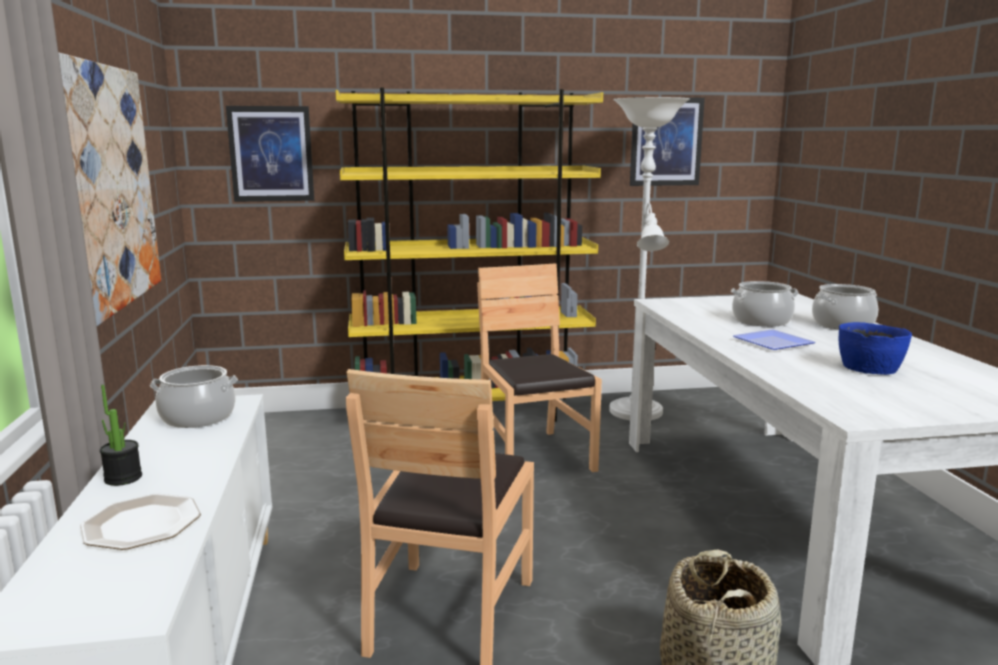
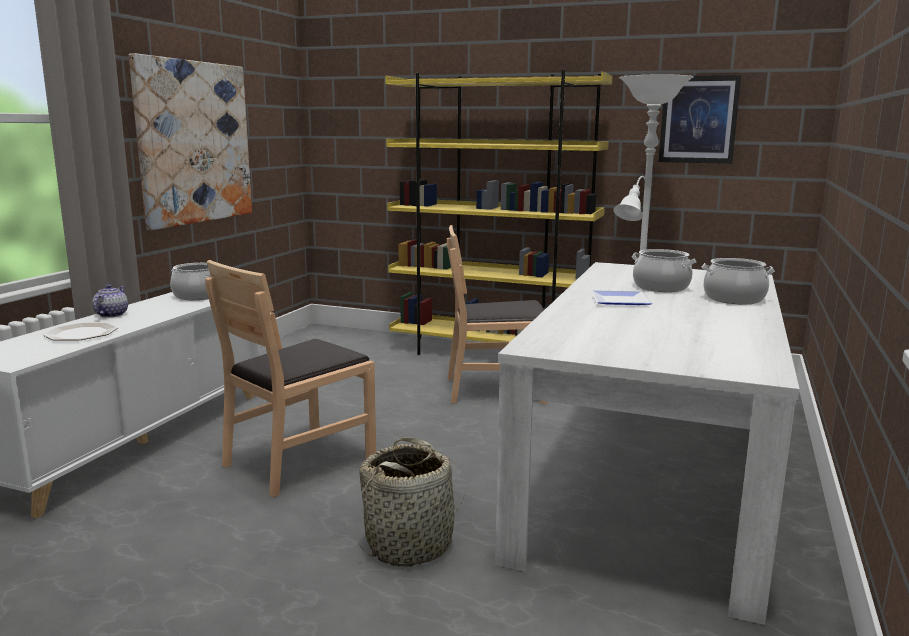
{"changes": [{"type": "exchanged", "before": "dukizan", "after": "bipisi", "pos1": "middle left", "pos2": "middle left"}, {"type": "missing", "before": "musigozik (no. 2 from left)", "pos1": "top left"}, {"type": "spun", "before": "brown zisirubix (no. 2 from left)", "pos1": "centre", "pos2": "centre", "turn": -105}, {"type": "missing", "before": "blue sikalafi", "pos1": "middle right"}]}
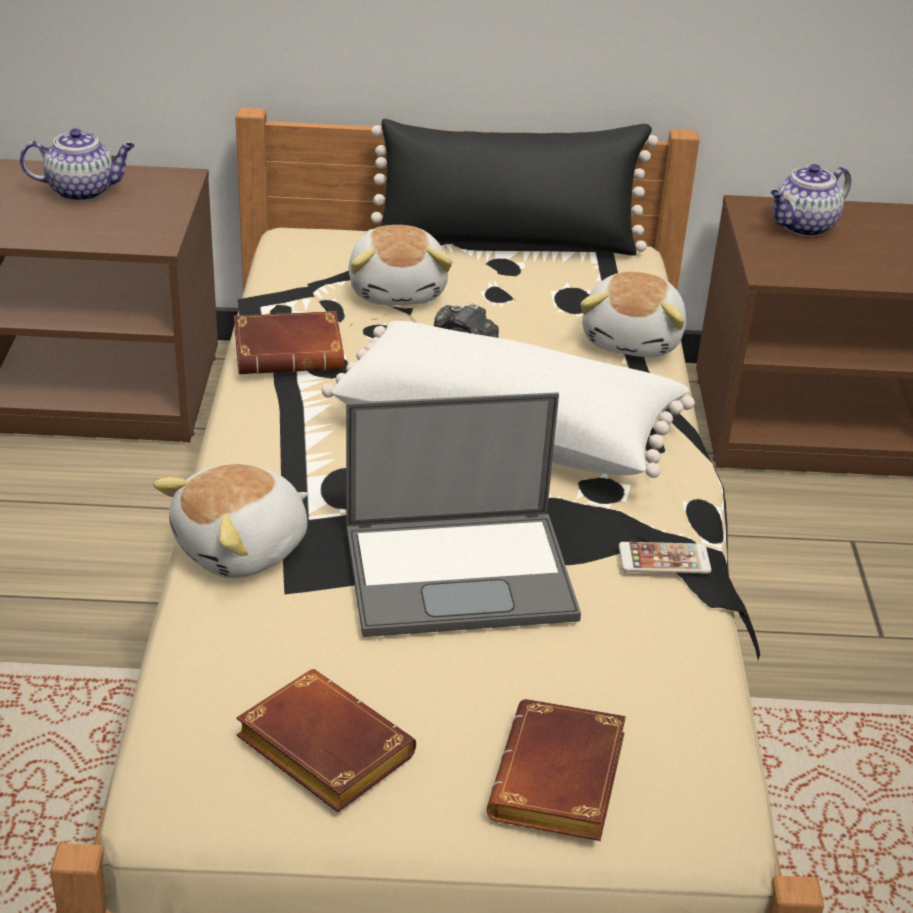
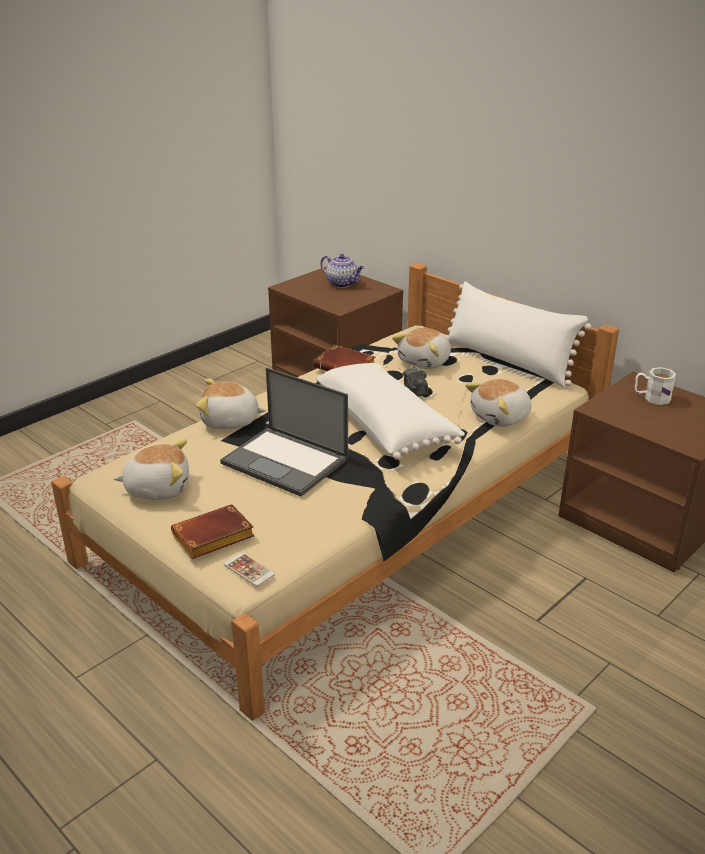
{"changes": [{"type": "exchanged", "before": "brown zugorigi (no. 2 from left)", "after": "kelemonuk (no. 1 from left)", "pos1": "bottom centre", "pos2": "middle left"}, {"type": "colour", "before": "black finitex", "after": "white finitex (no. 2 from left)", "pos1": "top centre", "pos2": "middle right"}, {"type": "relocated", "before": "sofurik", "pos1": "middle right", "pos2": "centre"}, {"type": "exchanged", "before": "bipisi (no. 2 from left)", "after": "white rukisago", "pos1": "top right", "pos2": "middle right"}]}
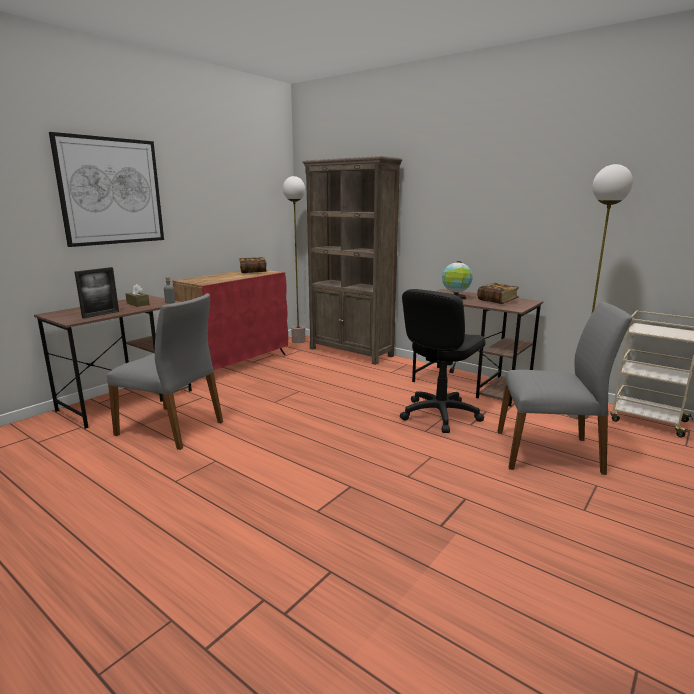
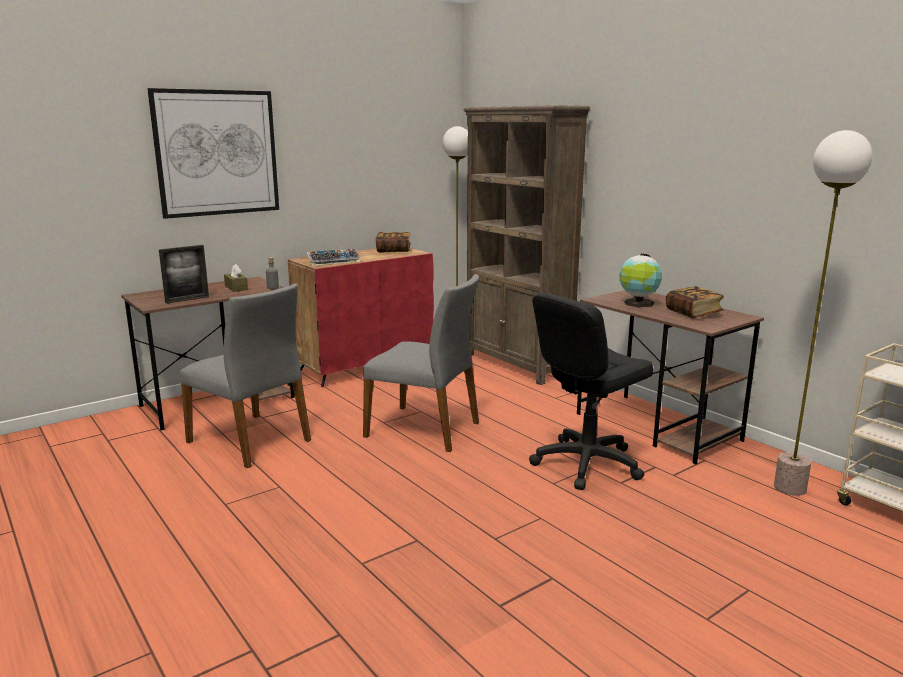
{"changes": [{"type": "relocated", "before": "grey zisirubix (no. 2 from left)", "pos1": "middle right", "pos2": "centre"}, {"type": "appeared", "after": "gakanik", "pos2": "centre"}]}
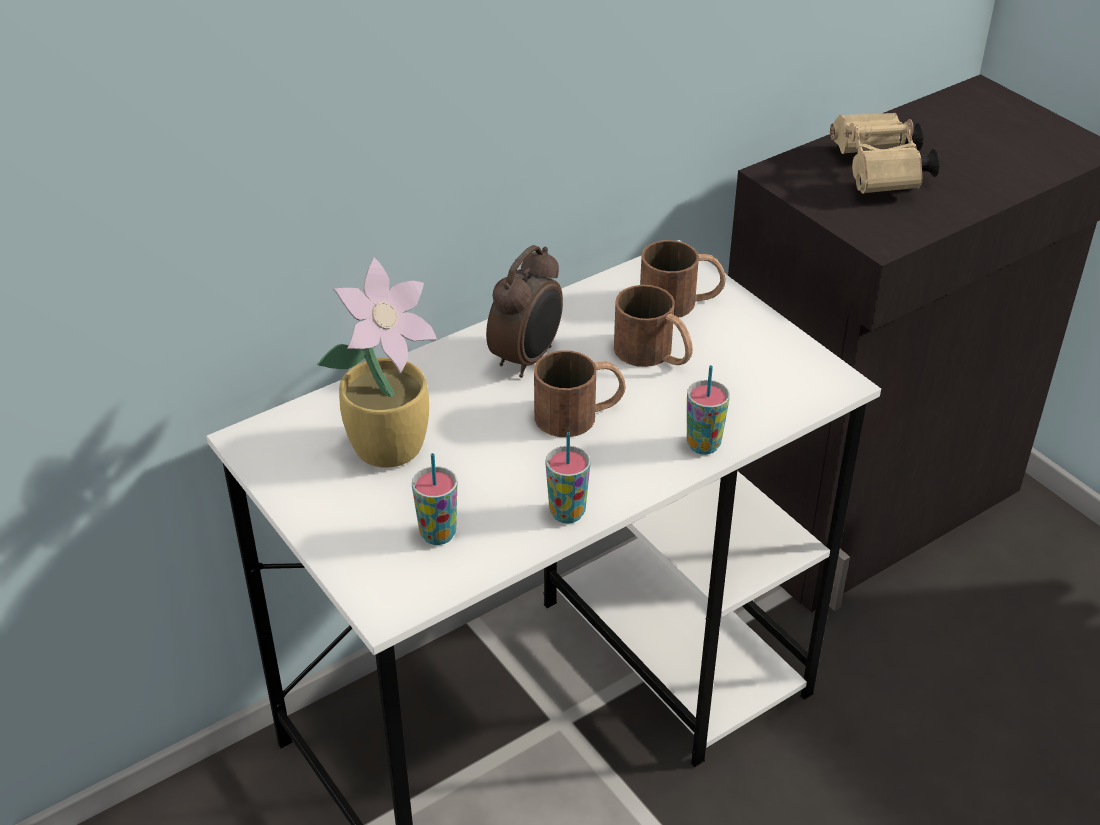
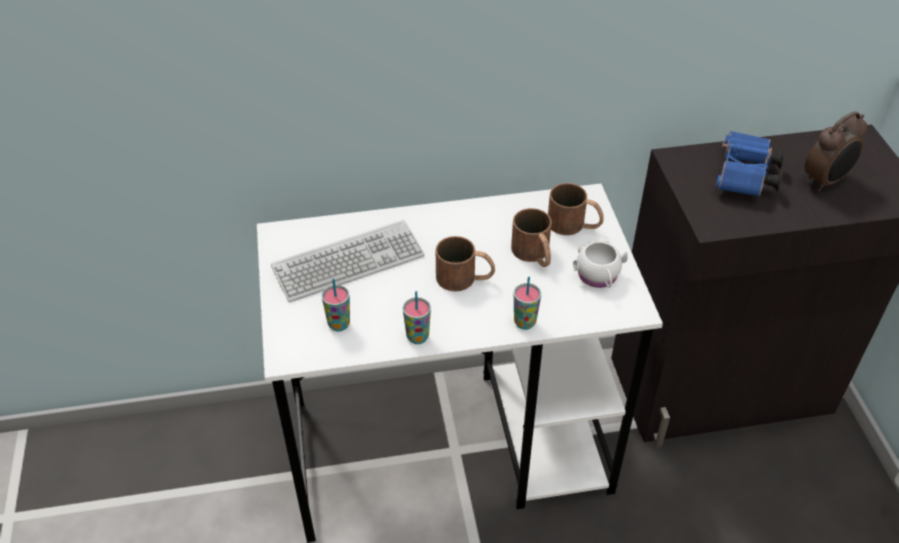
{"changes": [{"type": "exchanged", "before": "dukizan", "after": "gakanik", "pos1": "centre", "pos2": "centre"}, {"type": "relocated", "before": "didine", "pos1": "centre", "pos2": "top right"}, {"type": "colour", "before": "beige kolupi", "after": "blue kolupi", "pos1": "top right", "pos2": "top right"}, {"type": "appeared", "after": "white rukisago", "pos2": "middle right"}]}
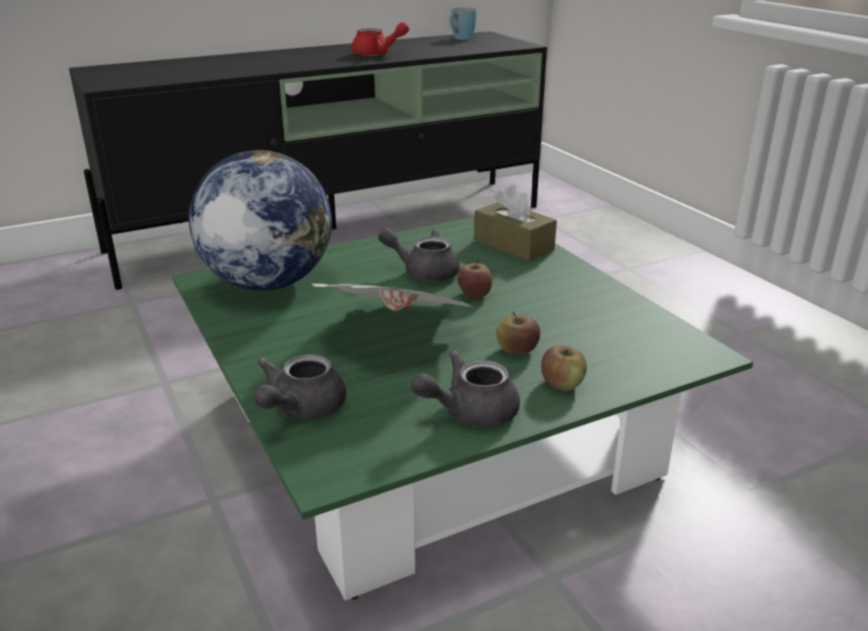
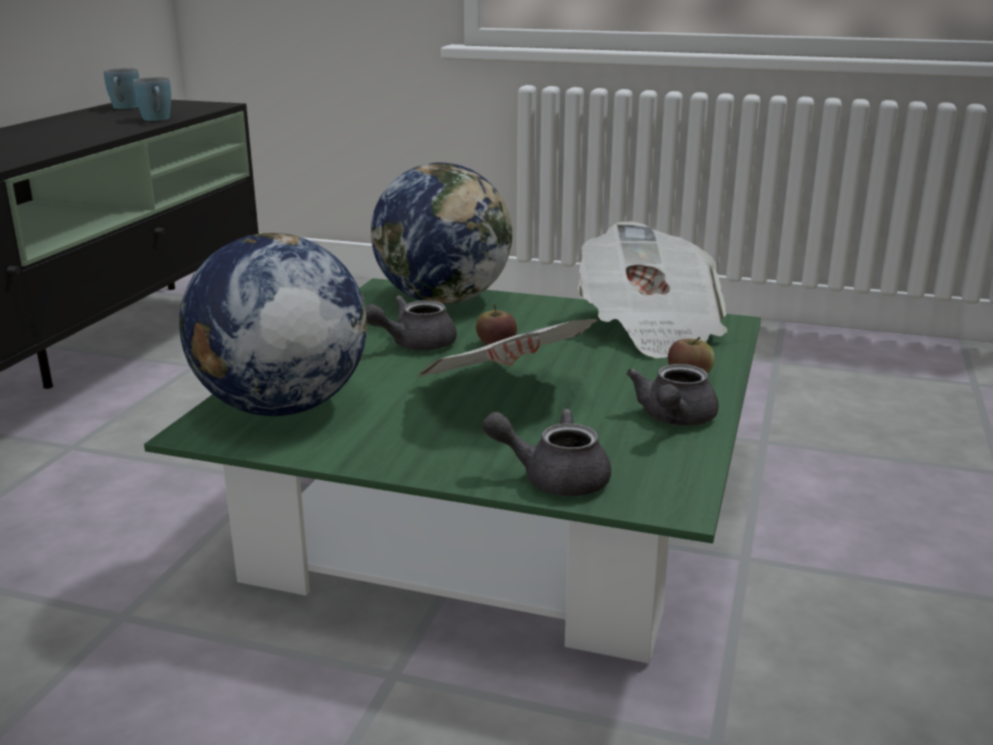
{"changes": [{"type": "spun", "before": "grey bipisi (no. 1 from left in the first image)", "pos1": "centre", "pos2": "centre", "turn": 120}, {"type": "missing", "before": "red bipisi", "pos1": "top centre"}, {"type": "exchanged", "before": "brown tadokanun", "after": "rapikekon (no. 2 from left)", "pos1": "centre", "pos2": "top centre"}, {"type": "missing", "before": "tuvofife (no. 2 from left)", "pos1": "centre"}, {"type": "appeared", "after": "blue rukisago (no. 2 from left)", "pos2": "top left"}, {"type": "appeared", "after": "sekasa (no. 2 from left)", "pos2": "centre"}]}
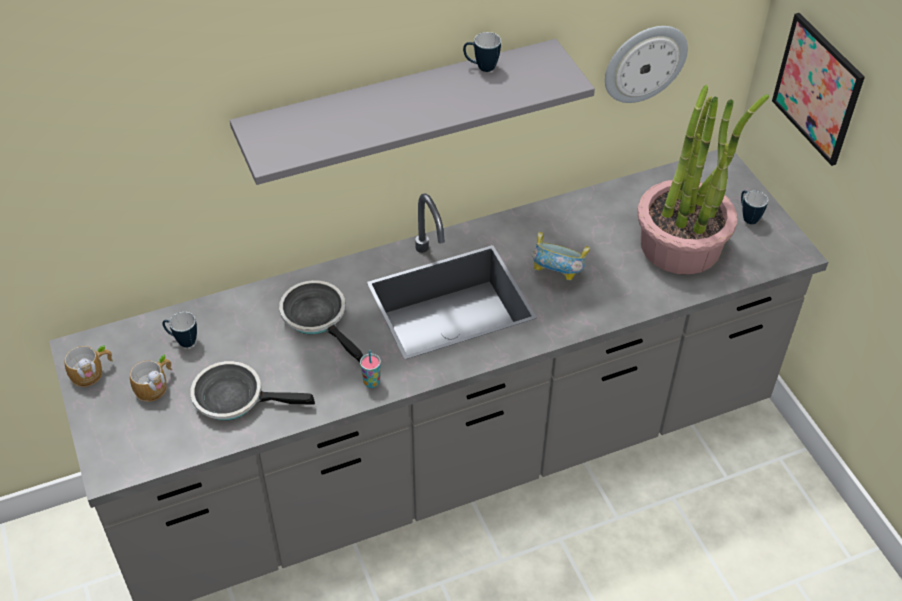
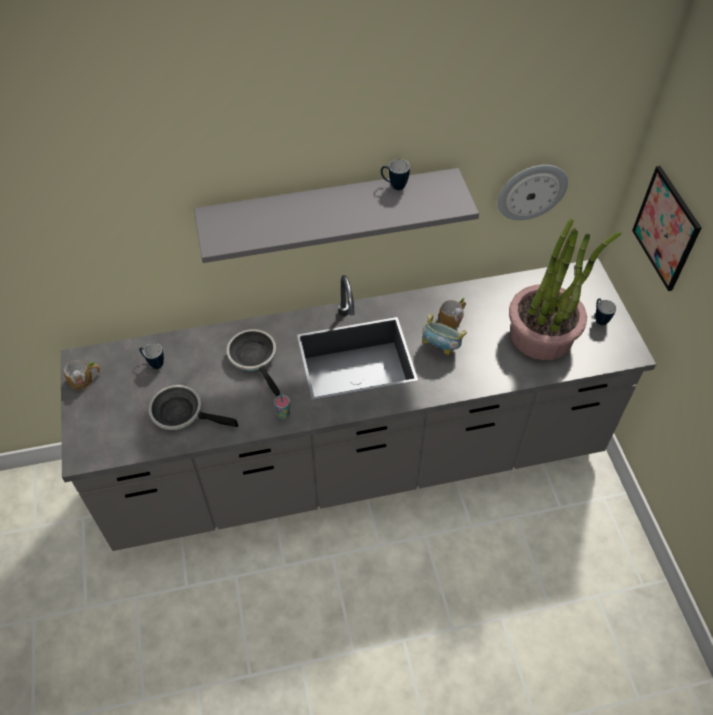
{"changes": [{"type": "relocated", "before": "rukisago (no. 2 from left in the first image)", "after": "rukisago (no. 4 from left)", "pos1": "middle left", "pos2": "centre"}]}
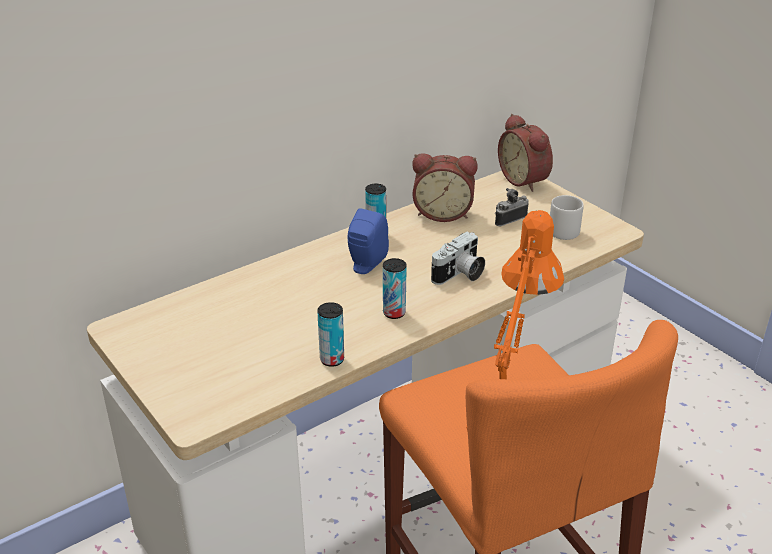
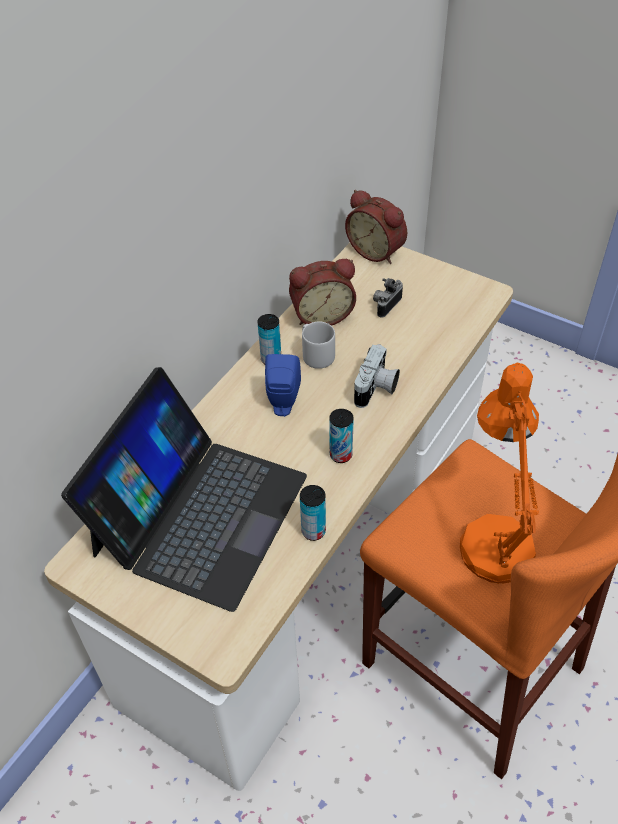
{"changes": [{"type": "relocated", "before": "grey rukisago", "pos1": "middle right", "pos2": "centre"}, {"type": "appeared", "after": "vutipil", "pos2": "middle left"}]}
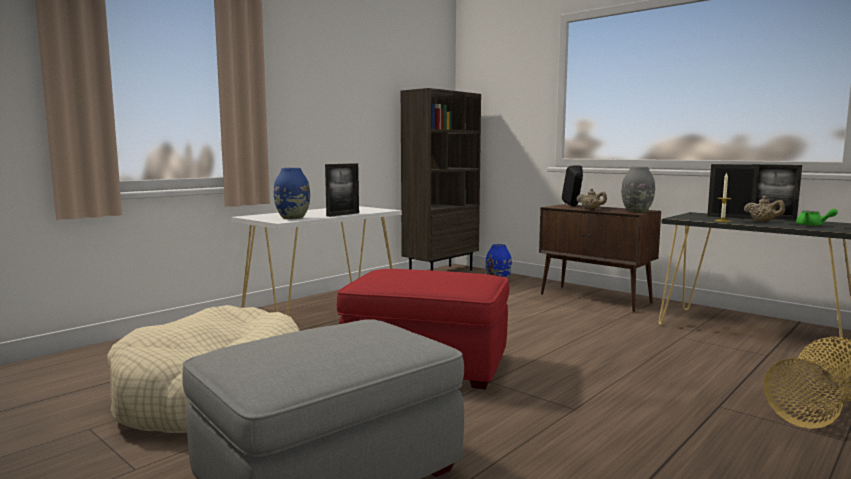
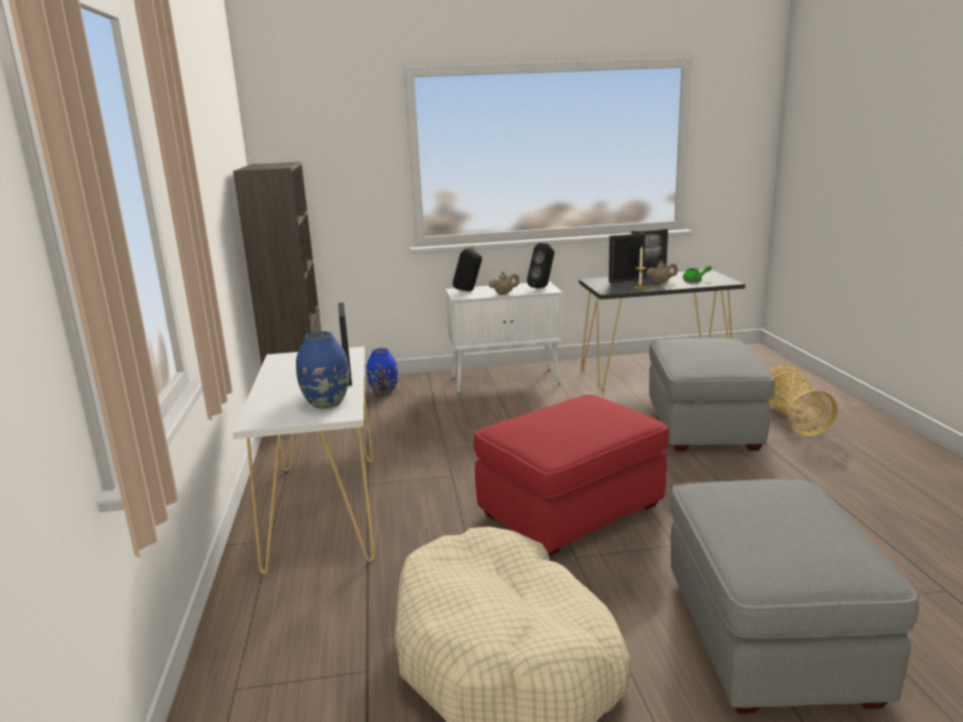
{"changes": [{"type": "colour", "before": "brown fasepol", "after": "white fasepol", "pos1": "middle right", "pos2": "centre"}, {"type": "exchanged", "before": "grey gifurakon", "after": "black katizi (no. 2 from left)", "pos1": "middle right", "pos2": "centre"}, {"type": "appeared", "after": "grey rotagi (no. 1 from left)", "pos2": "middle right"}]}
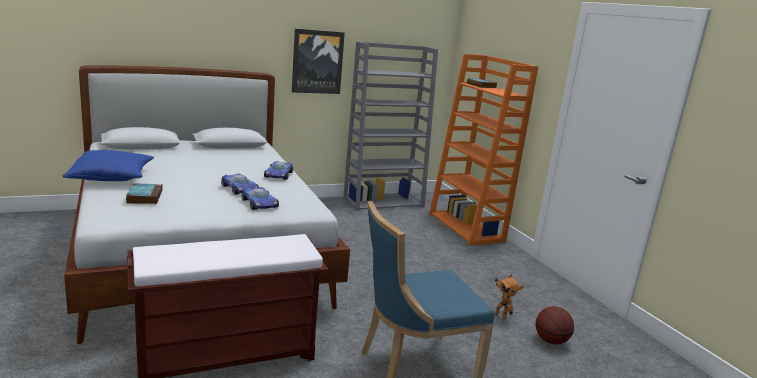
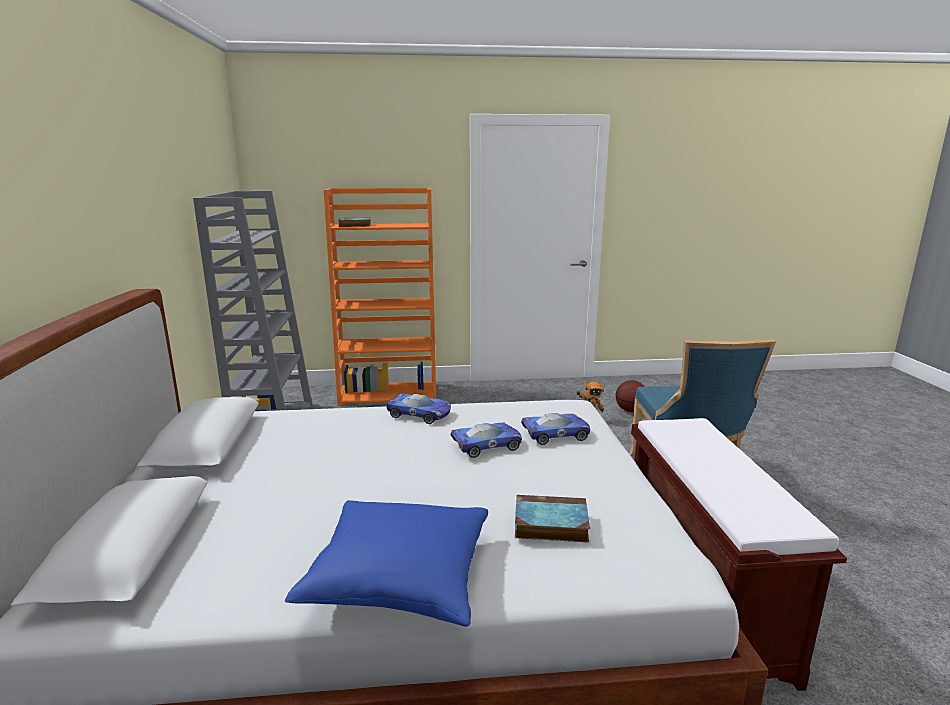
{"changes": [{"type": "missing", "before": "musigozik", "pos1": "top centre"}]}
